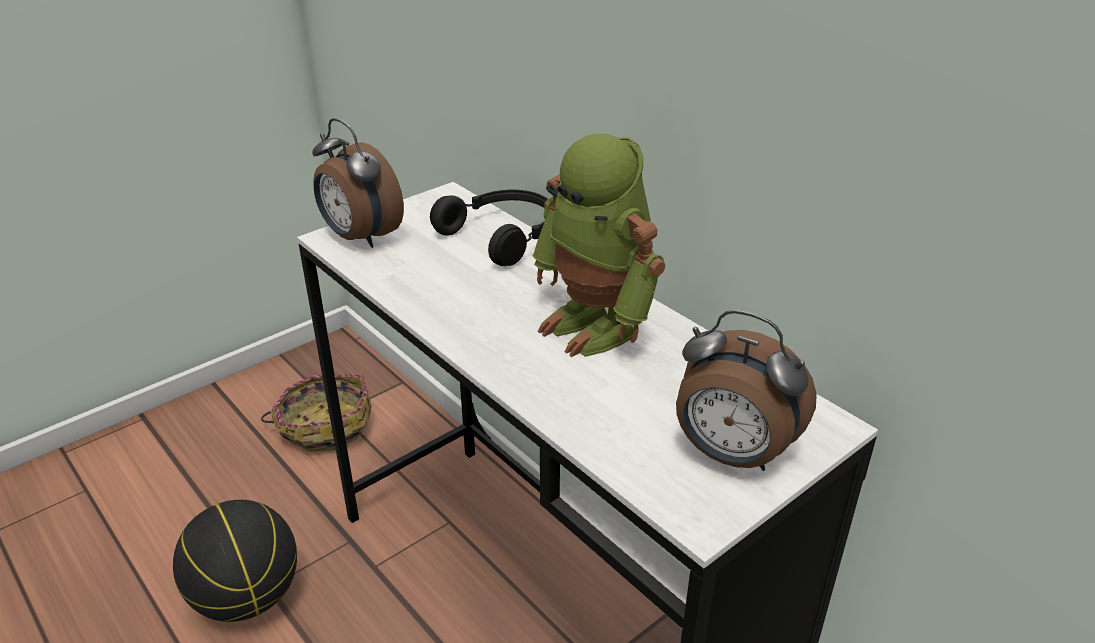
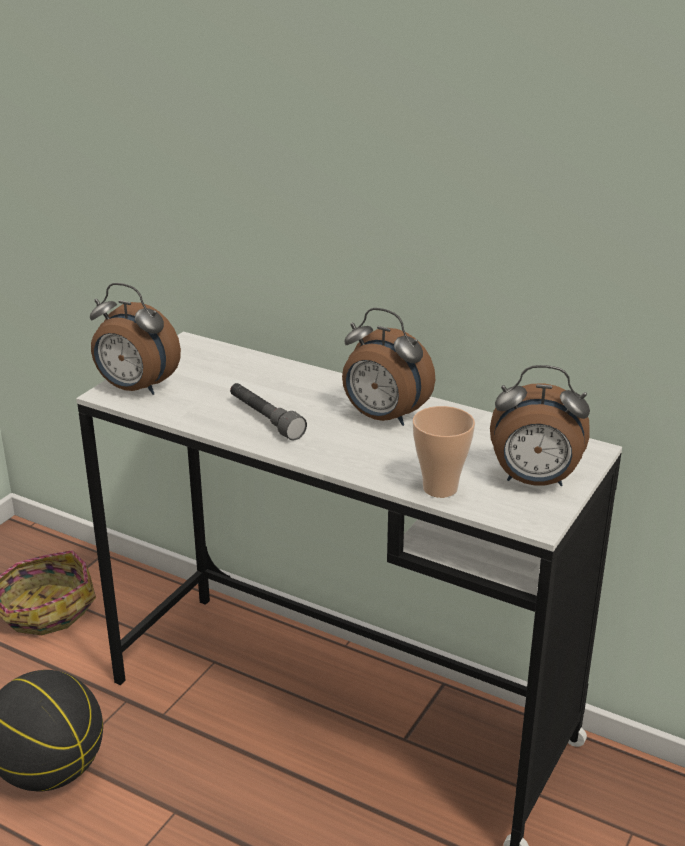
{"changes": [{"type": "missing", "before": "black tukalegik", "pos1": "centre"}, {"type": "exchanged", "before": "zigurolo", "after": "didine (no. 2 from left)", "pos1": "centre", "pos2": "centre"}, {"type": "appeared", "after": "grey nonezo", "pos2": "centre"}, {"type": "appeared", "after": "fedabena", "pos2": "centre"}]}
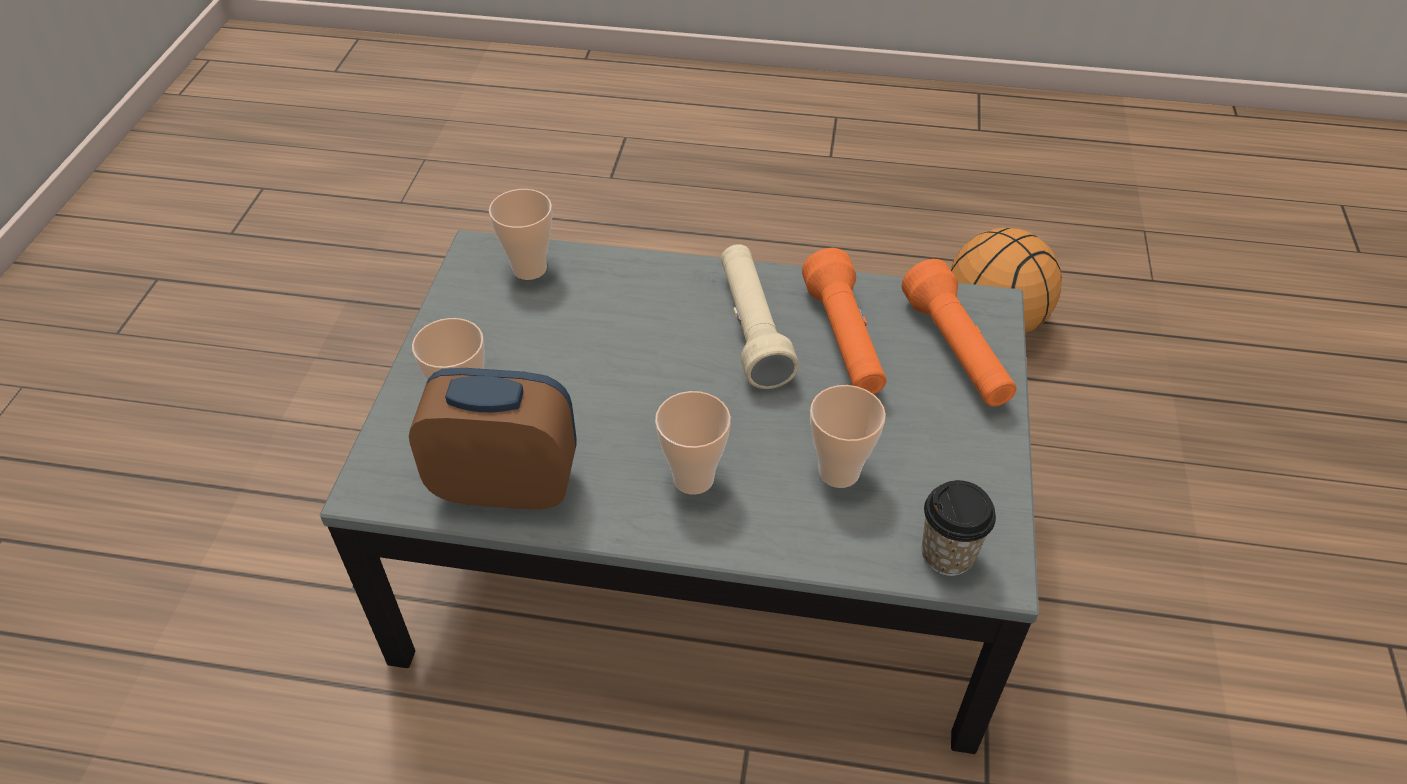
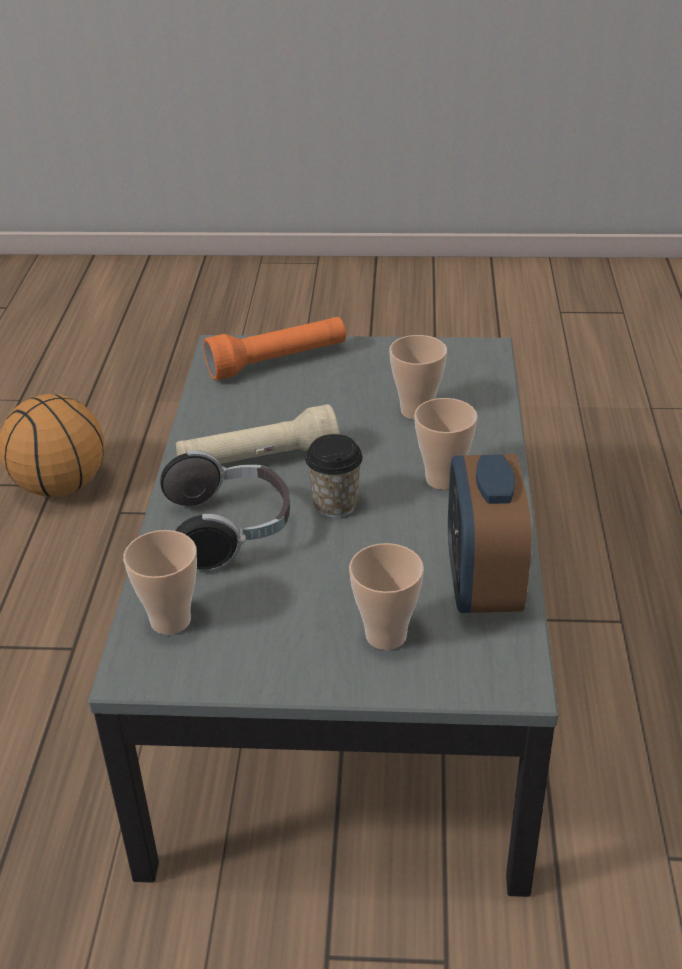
{"changes": [{"type": "missing", "before": "orange nonezo (no. 1 from left)", "pos1": "centre"}, {"type": "relocated", "before": "fedabena (no. 5 from left in the first image)", "after": "fedabena (no. 2 from left)", "pos1": "bottom right", "pos2": "centre"}, {"type": "appeared", "after": "tukalegik", "pos2": "middle left"}]}
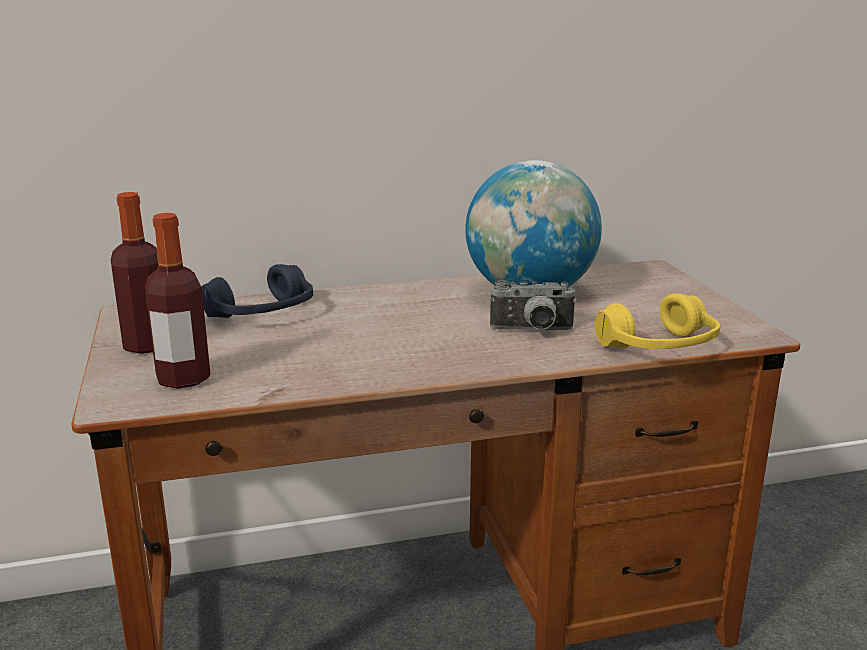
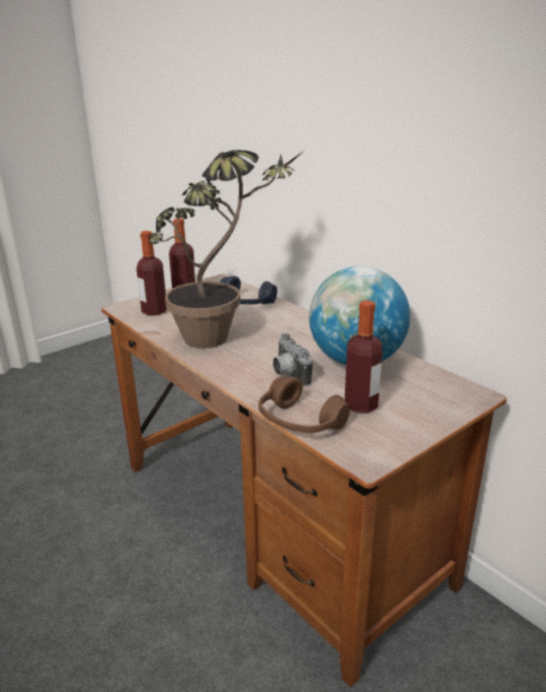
{"changes": [{"type": "colour", "before": "yellow tukalegik", "after": "brown tukalegik", "pos1": "middle right", "pos2": "centre"}, {"type": "appeared", "after": "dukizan", "pos2": "centre"}, {"type": "appeared", "after": "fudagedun (no. 3 from left)", "pos2": "centre"}]}
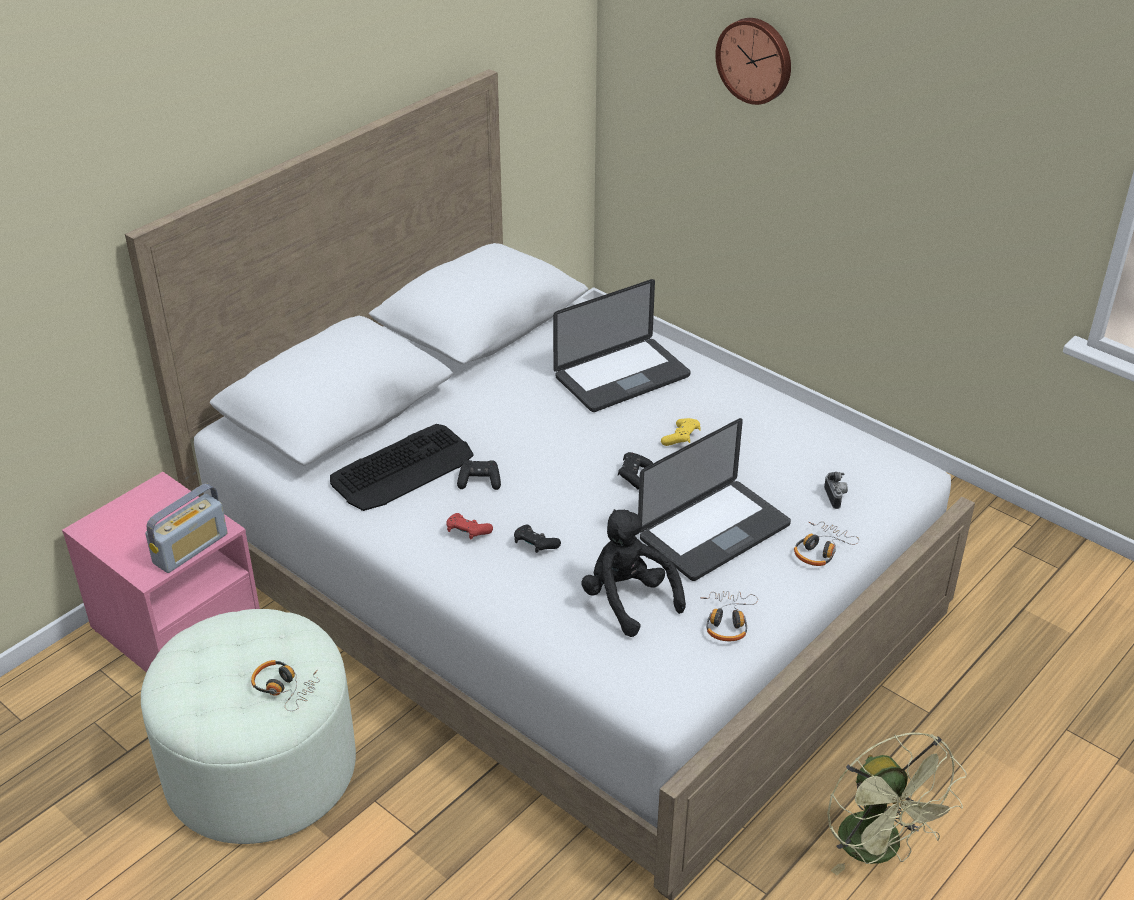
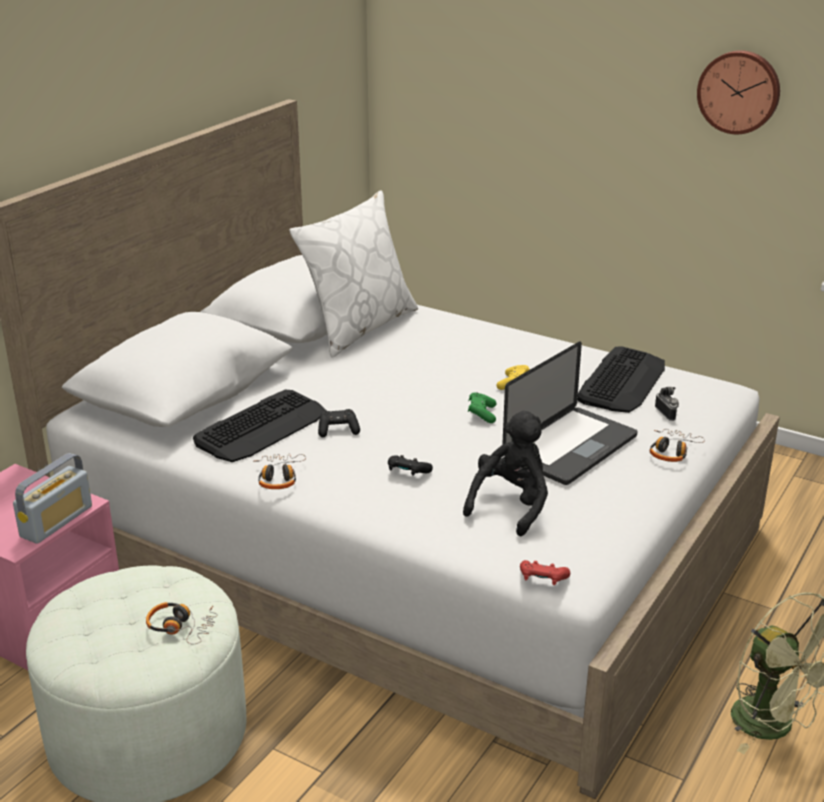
{"changes": [{"type": "relocated", "before": "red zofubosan", "pos1": "centre", "pos2": "bottom centre"}, {"type": "missing", "before": "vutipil (no. 1 from left)", "pos1": "centre"}, {"type": "spun", "before": "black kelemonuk", "pos1": "centre", "pos2": "centre", "turn": 75}, {"type": "colour", "before": "black zofubosan (no. 3 from left)", "after": "green zofubosan", "pos1": "centre", "pos2": "centre"}, {"type": "relocated", "before": "tukalegik (no. 2 from left)", "pos1": "bottom centre", "pos2": "centre"}, {"type": "relocated", "before": "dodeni", "pos1": "top centre", "pos2": "top right"}, {"type": "appeared", "after": "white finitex", "pos2": "centre"}, {"type": "appeared", "after": "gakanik (no. 2 from left)", "pos2": "middle right"}]}
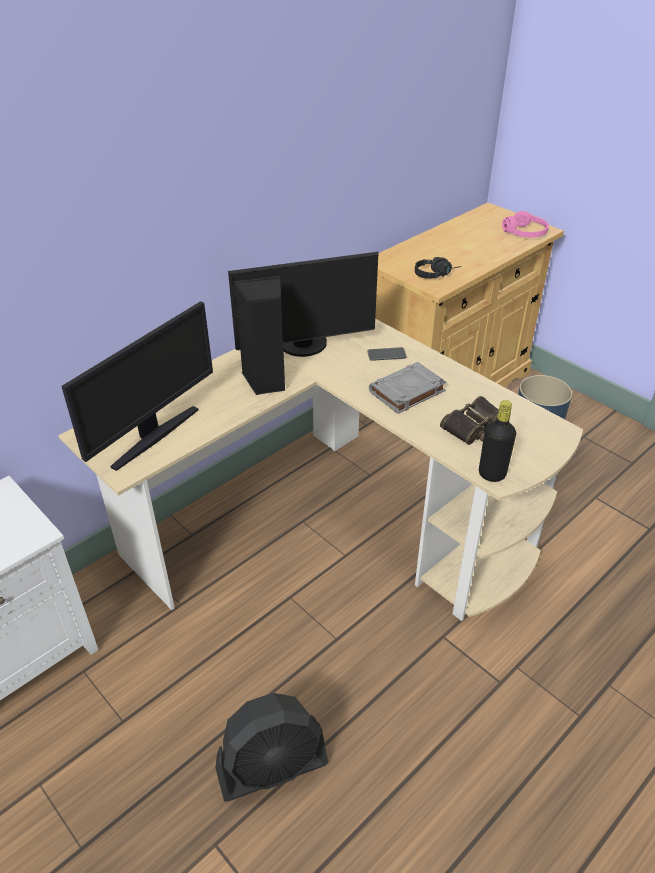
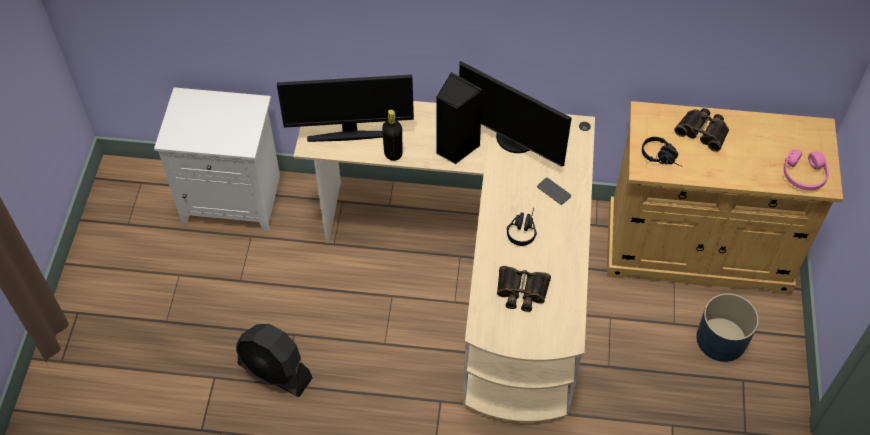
{"changes": [{"type": "exchanged", "before": "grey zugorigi", "after": "black tukalegik (no. 1 from left)", "pos1": "centre", "pos2": "centre"}, {"type": "relocated", "before": "black fudagedun", "pos1": "middle right", "pos2": "top centre"}, {"type": "appeared", "after": "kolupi (no. 2 from left)", "pos2": "top right"}]}
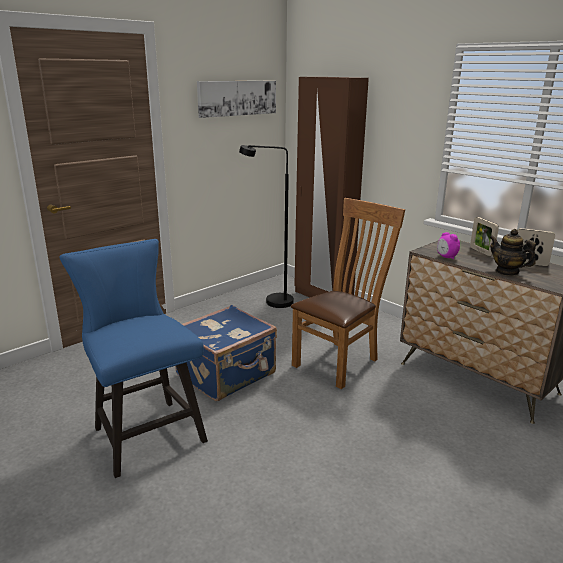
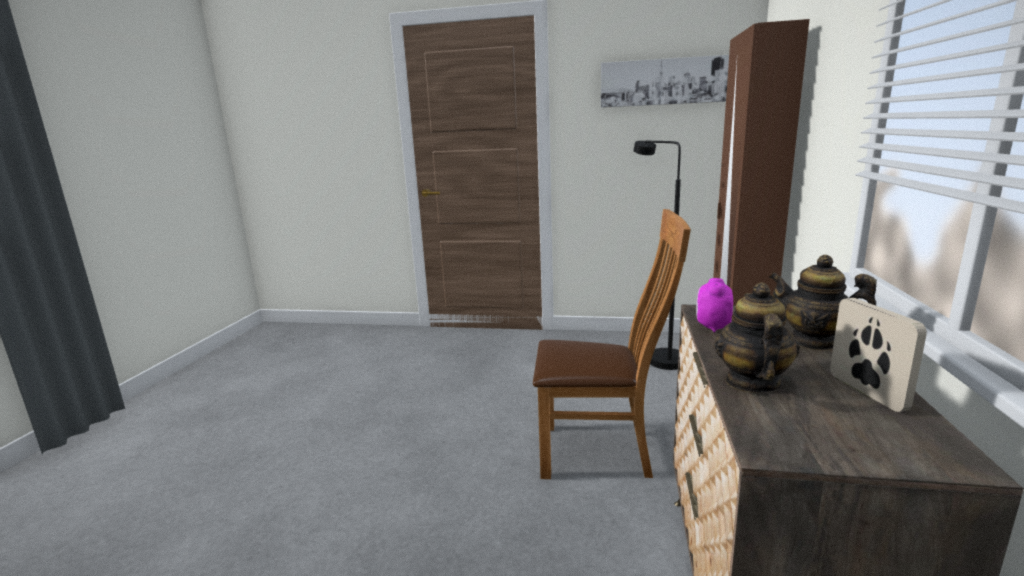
{"changes": [{"type": "missing", "before": "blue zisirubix", "pos1": "middle left"}, {"type": "missing", "before": "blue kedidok", "pos1": "centre"}, {"type": "exchanged", "before": "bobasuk (no. 1 from left)", "after": "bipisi (no. 2 from left)", "pos1": "middle right", "pos2": "middle right"}]}
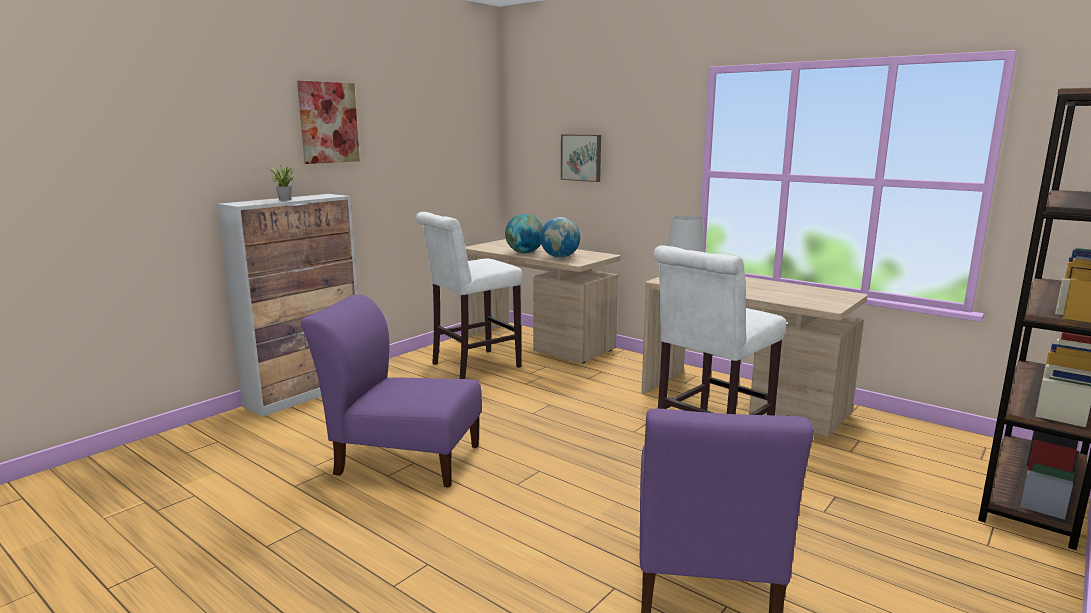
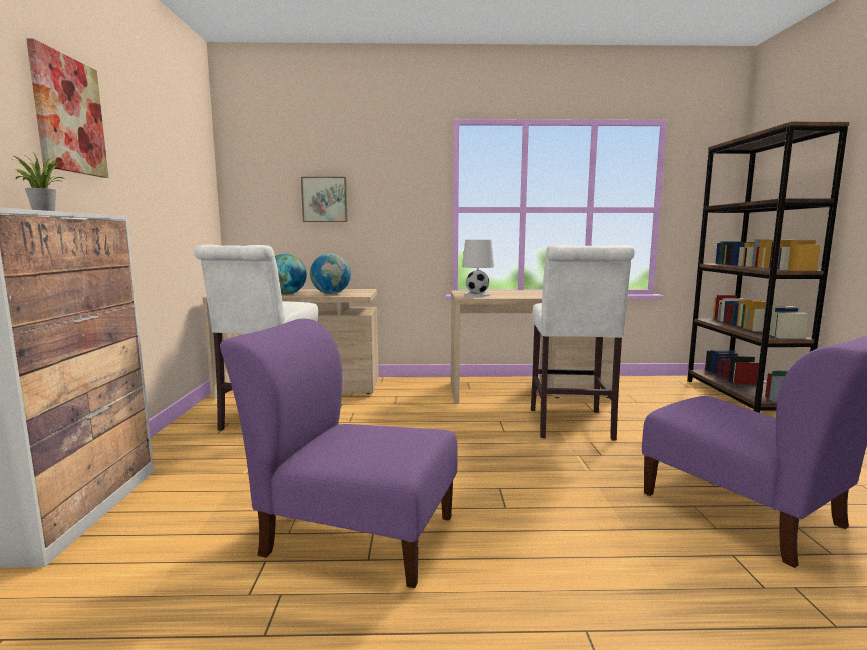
{"changes": [{"type": "spun", "before": "purple zisirubix (no. 1 from left)", "pos1": "centre", "pos2": "bottom centre", "turn": 45}]}
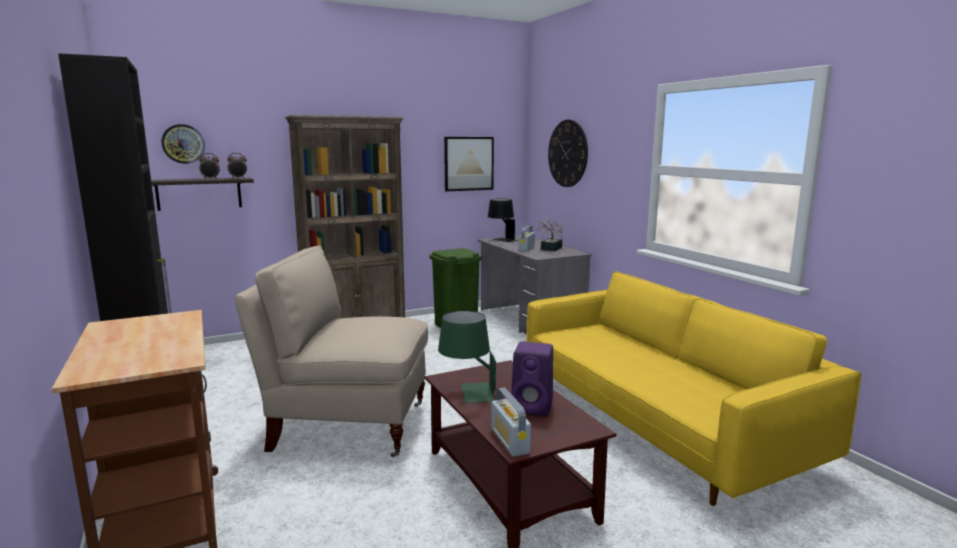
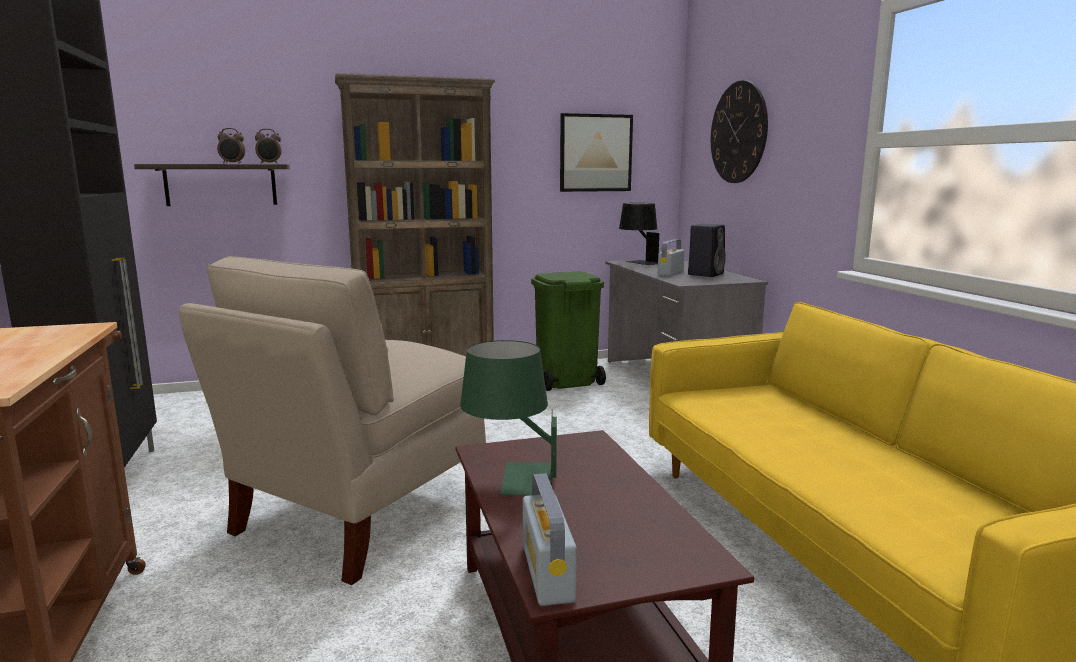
{"changes": [{"type": "missing", "before": "dodeni (no. 1 from left)", "pos1": "top left"}, {"type": "spun", "before": "beige zisirubix", "pos1": "centre", "pos2": "middle left", "turn": -75}, {"type": "missing", "before": "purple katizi", "pos1": "bottom centre"}, {"type": "exchanged", "before": "dukizan", "after": "black katizi", "pos1": "centre", "pos2": "centre"}]}
